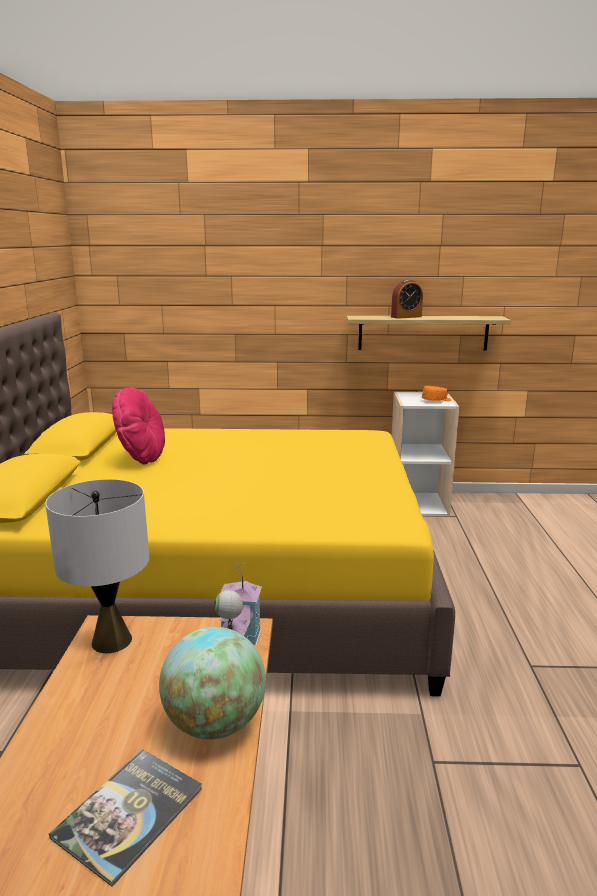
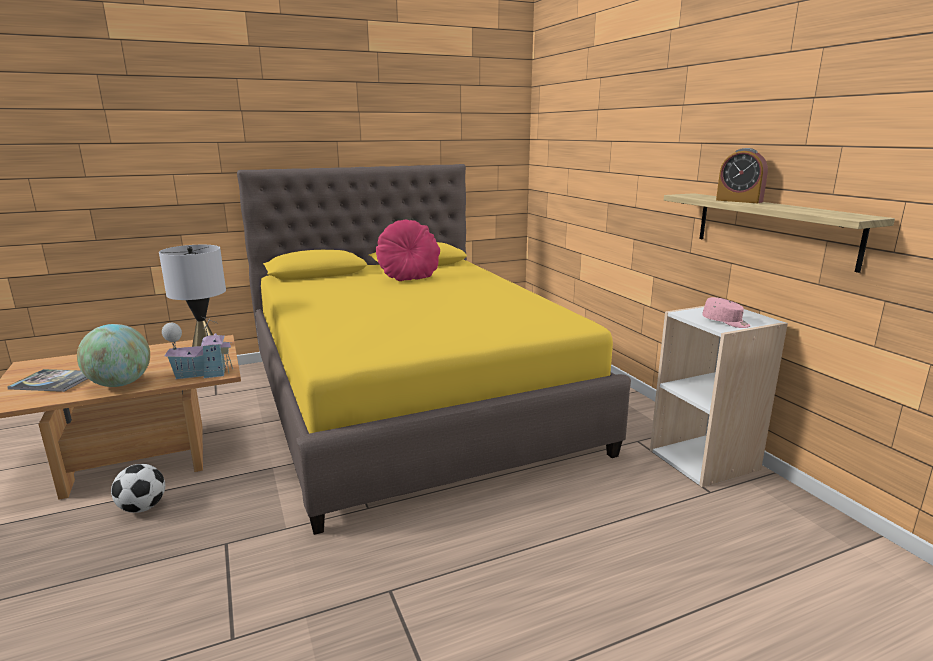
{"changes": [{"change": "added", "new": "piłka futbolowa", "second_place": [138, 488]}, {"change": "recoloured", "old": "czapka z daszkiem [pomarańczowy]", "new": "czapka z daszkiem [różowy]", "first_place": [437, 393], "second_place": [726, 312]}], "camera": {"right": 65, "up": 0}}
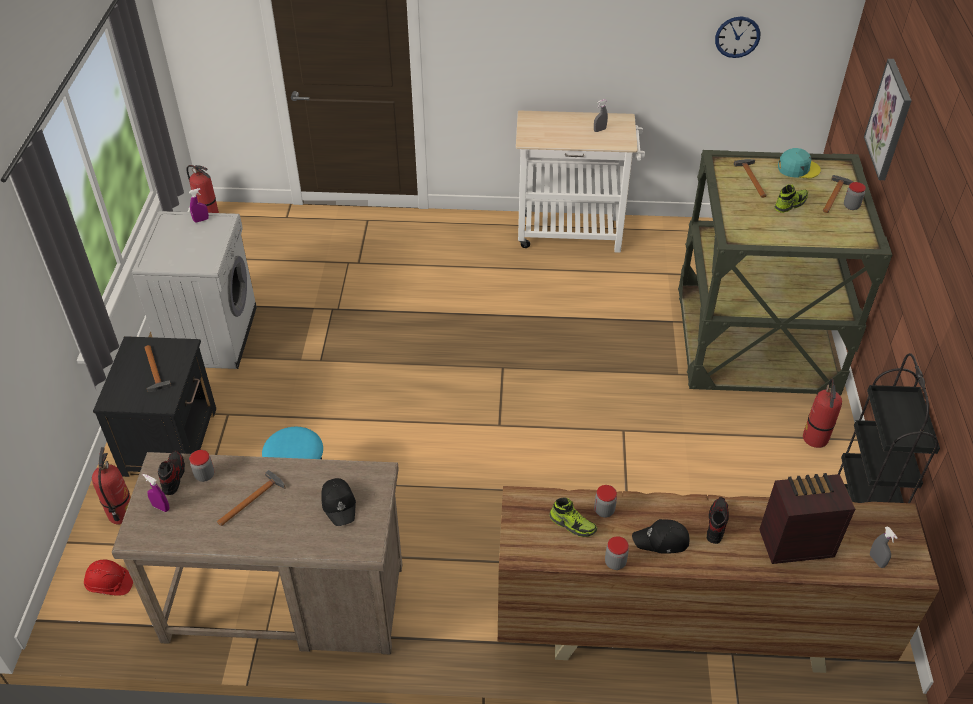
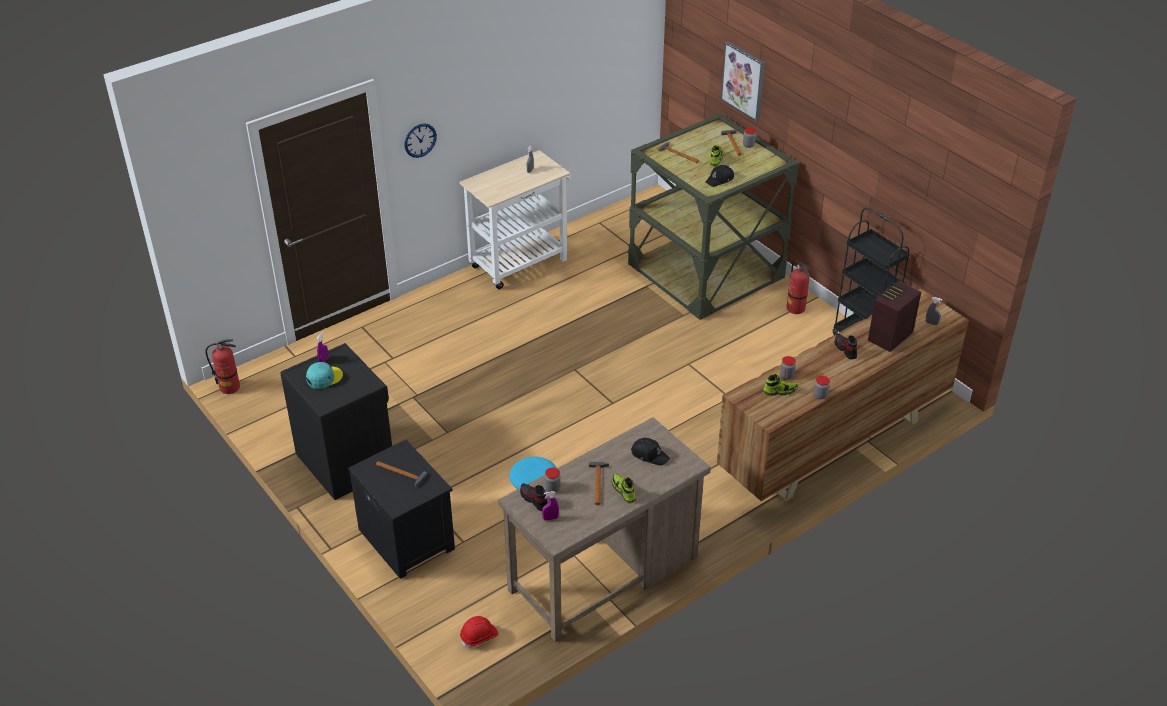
{"changes": [{"change": "recoloured", "old": "pralka [biały]", "new": "pralka [czarny]", "first_place": [194, 290], "second_place": [336, 421]}, {"change": "moved", "old": "czapka z daszkiem [turkusowy]", "first_place": [799, 163], "second_place": [324, 375]}, {"change": "moved", "old": "zegar ścienny", "first_place": [737, 37], "second_place": [420, 140]}, {"change": "added", "new": "but", "second_place": [623, 488]}, {"change": "moved", "old": "czapka z daszkiem [czarny]", "first_place": [661, 536], "second_place": [719, 176]}, {"change": "removed", "old": "gaśnica", "first_place": [111, 485]}], "camera": {"right": -40, "up": -5}}
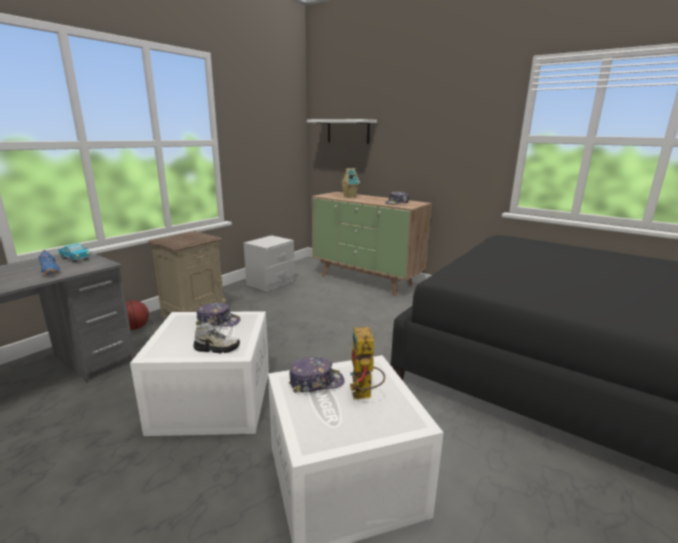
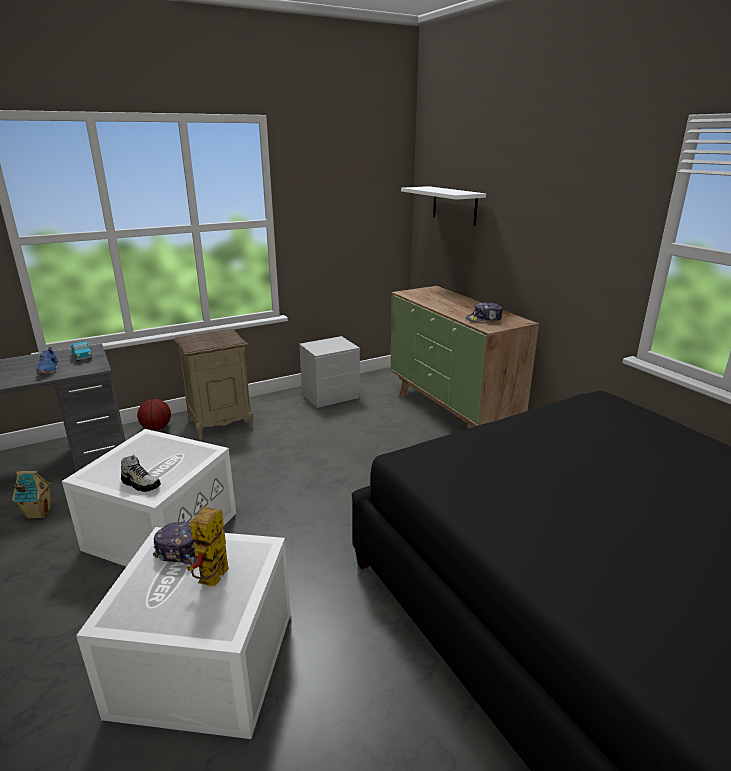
{"changes": [{"change": "moved", "old": "domek", "first_place": [350, 183], "second_place": [32, 495]}, {"change": "removed", "old": "czapka z daszkiem", "first_place": [218, 314]}], "camera": {"right": 25, "up": 5}}
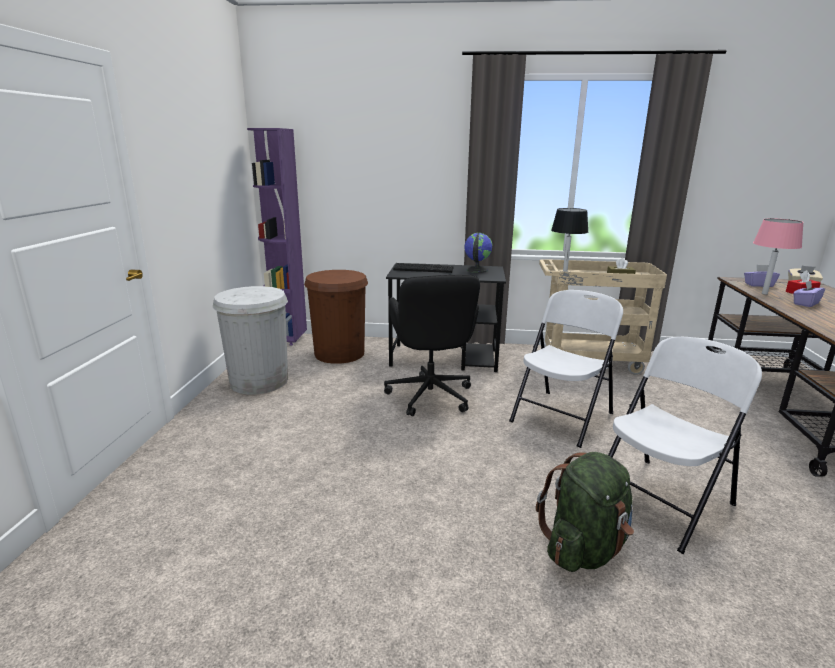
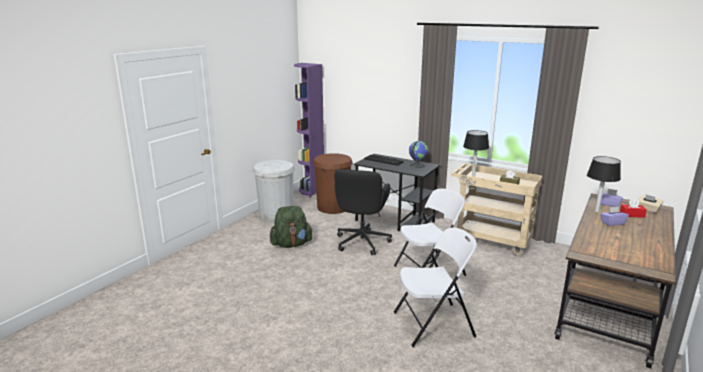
{"changes": [{"change": "moved", "old": "plecak [zielony]", "first_place": [585, 512], "second_place": [291, 227]}, {"change": "recoloured", "old": "lampa stołowa [różowy]", "new": "lampa stołowa [czarny]", "first_place": [778, 256], "second_place": [604, 184]}], "camera": {"right": 25, "up": 0}}
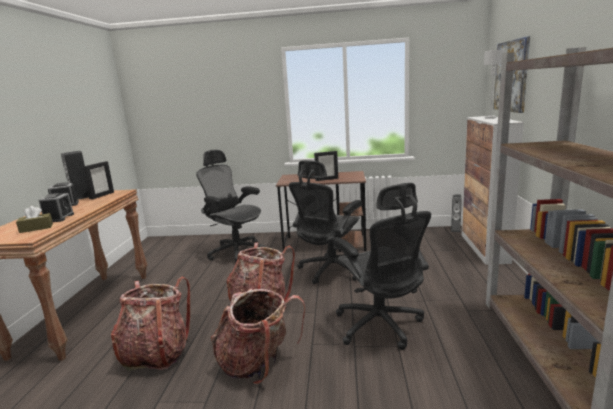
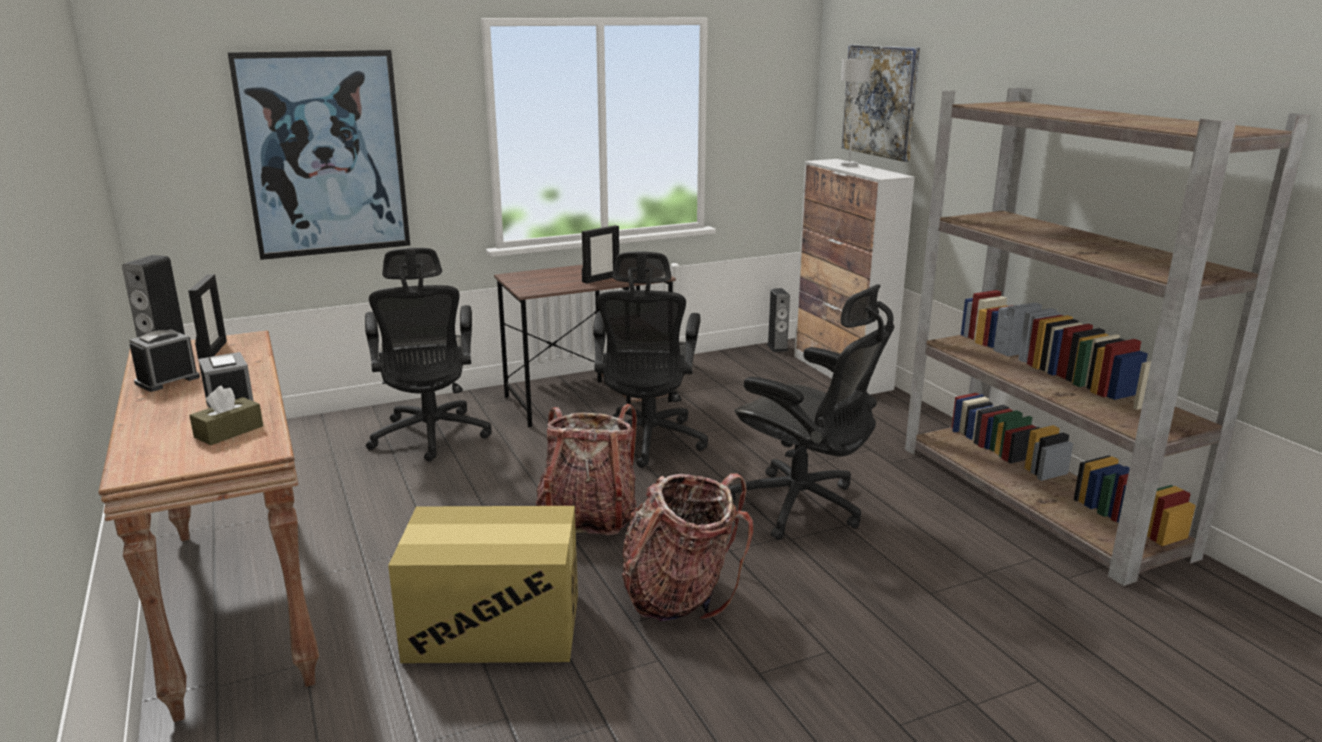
{"changes": [{"change": "added", "new": "obraz", "second_place": [319, 155]}, {"change": "turned", "old": "krzesło biurowe", "first_place": [231, 206], "second_place": [428, 354], "degrees": -120}, {"change": "replaced", "old": "plecak", "new": "karton", "first_place": [150, 324], "second_place": [483, 584]}], "camera": {"right": -30, "up": 5}}
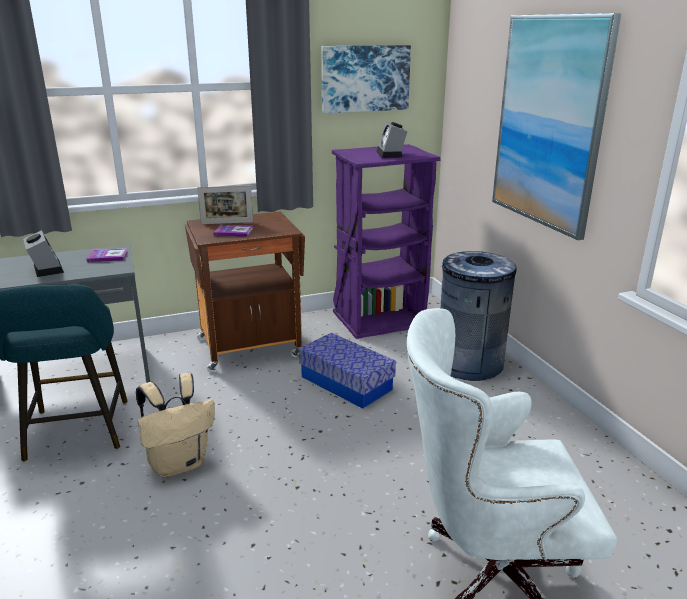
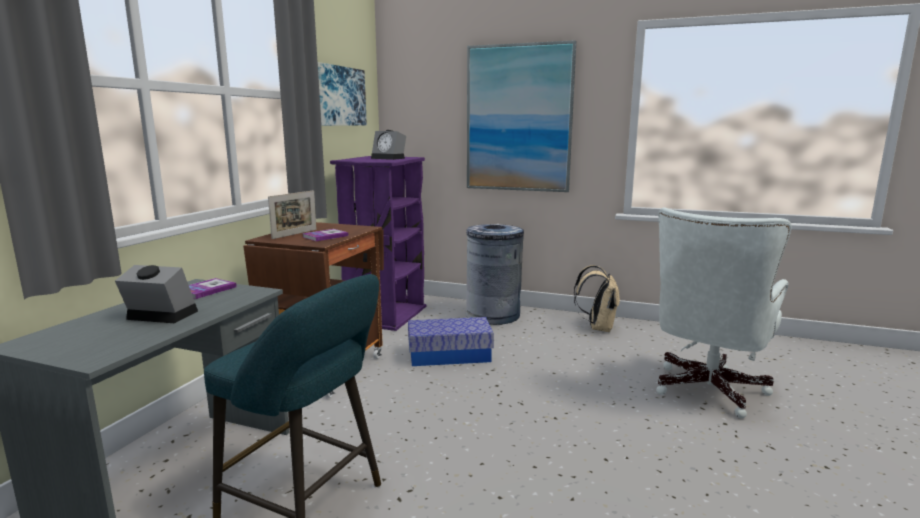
{"changes": [{"change": "moved", "old": "plecak [beżowy]", "first_place": [175, 425], "second_place": [597, 298]}], "camera": {"right": -50, "up": -10}}
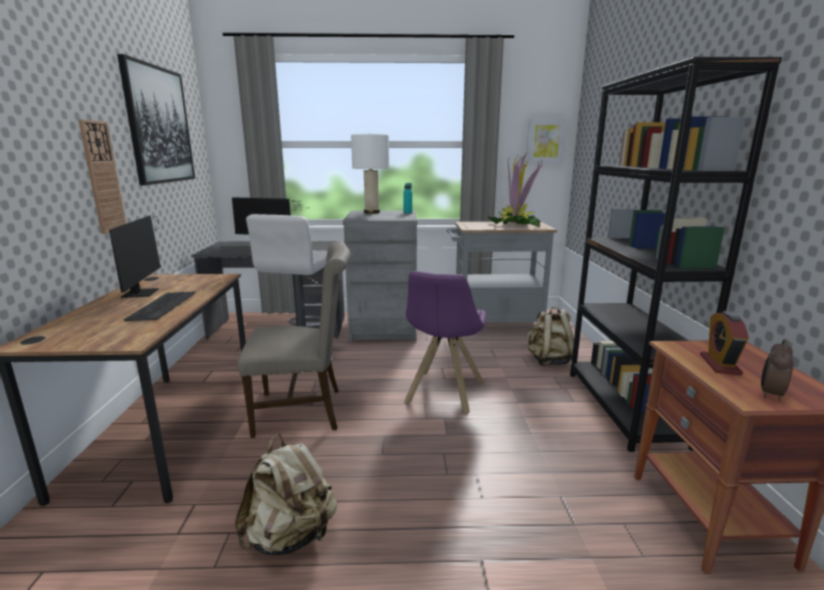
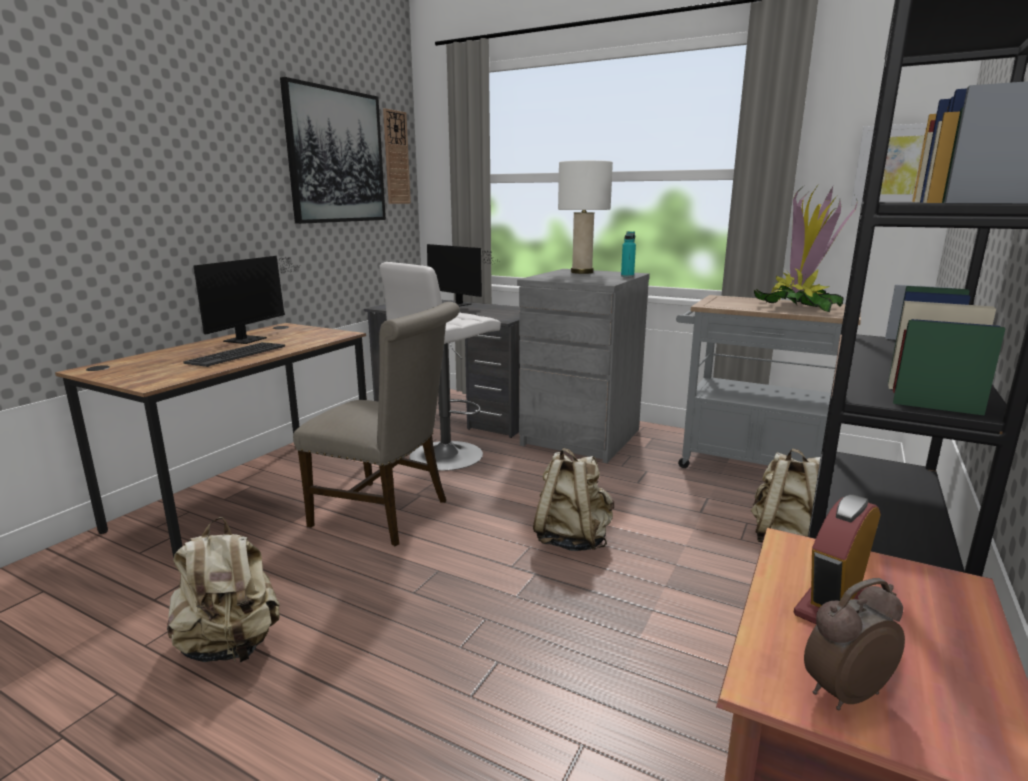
{"changes": [{"change": "moved", "old": "zegar ścienny", "first_place": [102, 176], "second_place": [397, 156]}, {"change": "replaced", "old": "krzesło [fioletowy]", "new": "plecak [beżowy]", "first_place": [445, 342], "second_place": [573, 499]}], "camera": {"right": 30, "up": 0}}
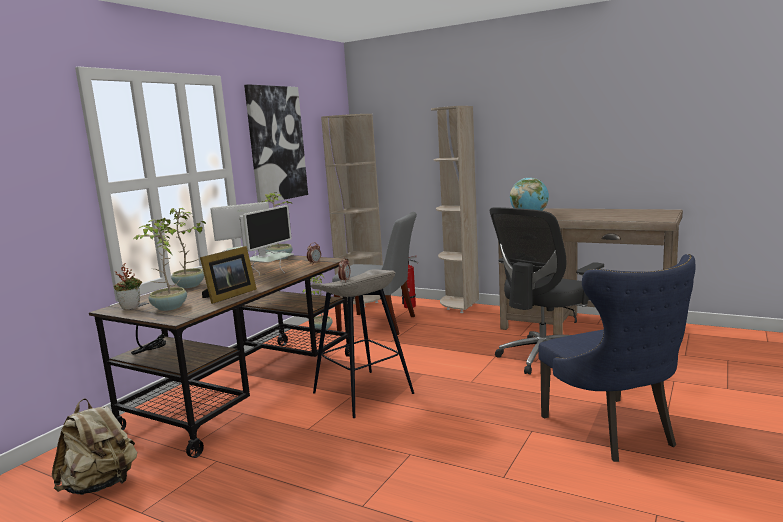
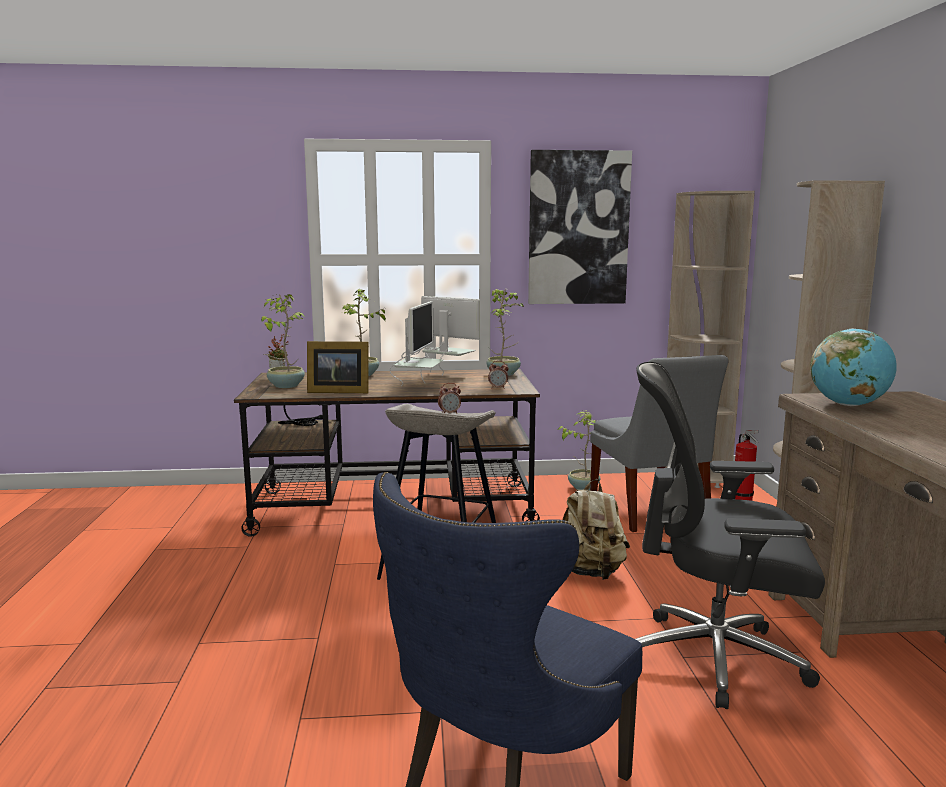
{"changes": [{"change": "turned", "old": "monitor", "first_place": [268, 240], "second_place": [416, 343], "degrees": -75}, {"change": "moved", "old": "plecak [beżowy]", "first_place": [94, 446], "second_place": [596, 529]}], "camera": {"right": 55, "up": 0}}
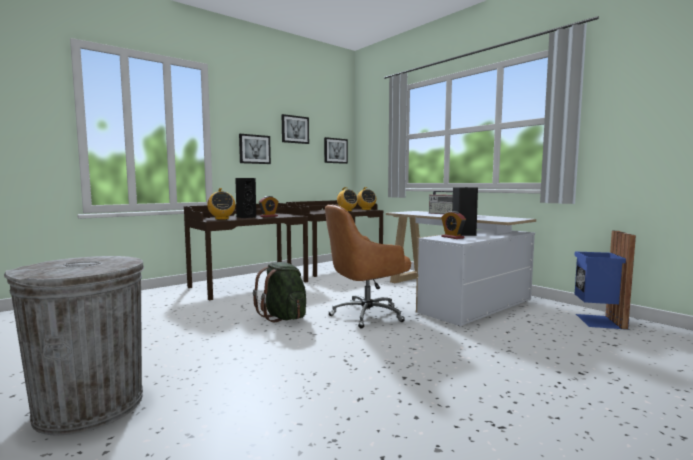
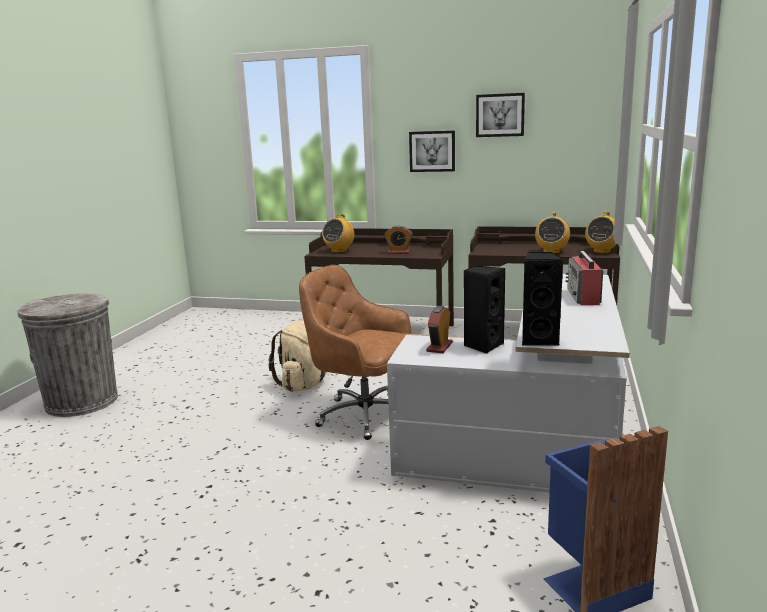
{"changes": [{"change": "recoloured", "old": "plecak [zielony]", "new": "plecak [beżowy]", "first_place": [279, 292], "second_place": [298, 356]}, {"change": "moved", "old": "głośnik [czarny]", "first_place": [245, 198], "second_place": [542, 299]}, {"change": "removed", "old": "obraz", "first_place": [336, 150]}], "camera": {"right": 55, "up": 10}}
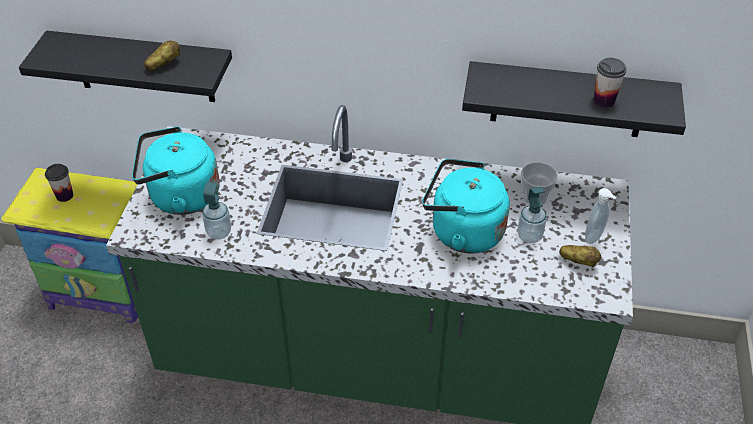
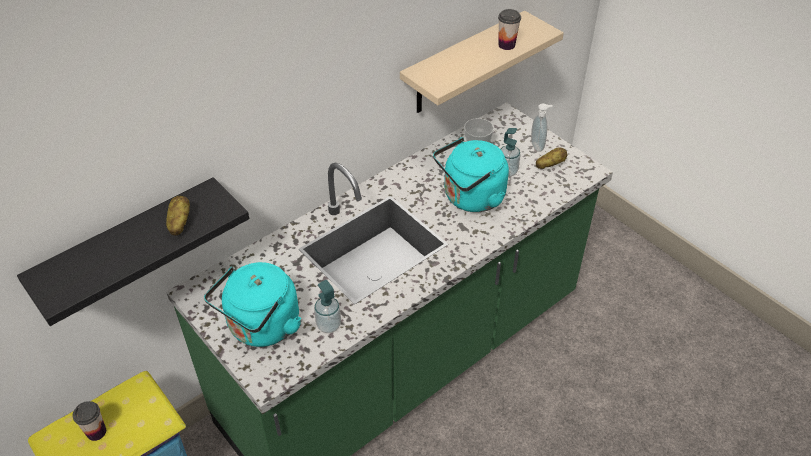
{"changes": [{"change": "recoloured", "old": "półka [czarny]", "new": "półka [beżowy]", "first_place": [574, 99], "second_place": [482, 62]}], "camera": {"right": -50, "up": 0}}
